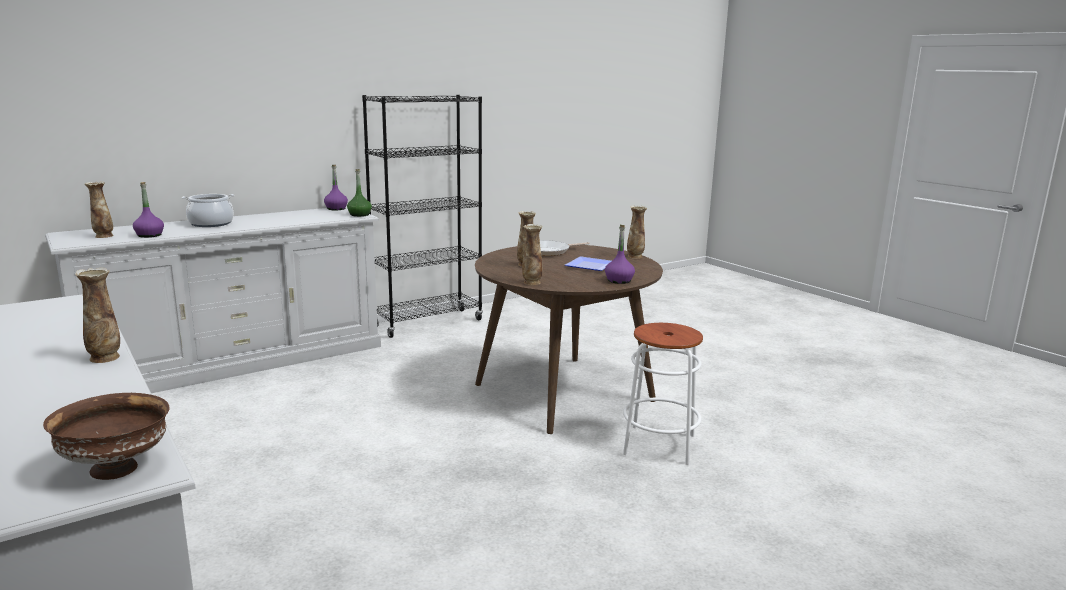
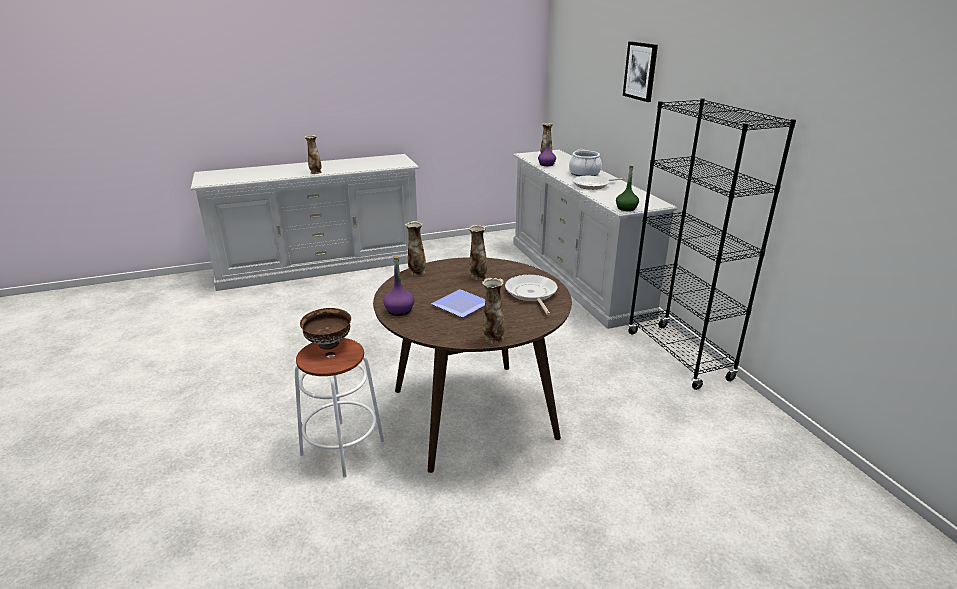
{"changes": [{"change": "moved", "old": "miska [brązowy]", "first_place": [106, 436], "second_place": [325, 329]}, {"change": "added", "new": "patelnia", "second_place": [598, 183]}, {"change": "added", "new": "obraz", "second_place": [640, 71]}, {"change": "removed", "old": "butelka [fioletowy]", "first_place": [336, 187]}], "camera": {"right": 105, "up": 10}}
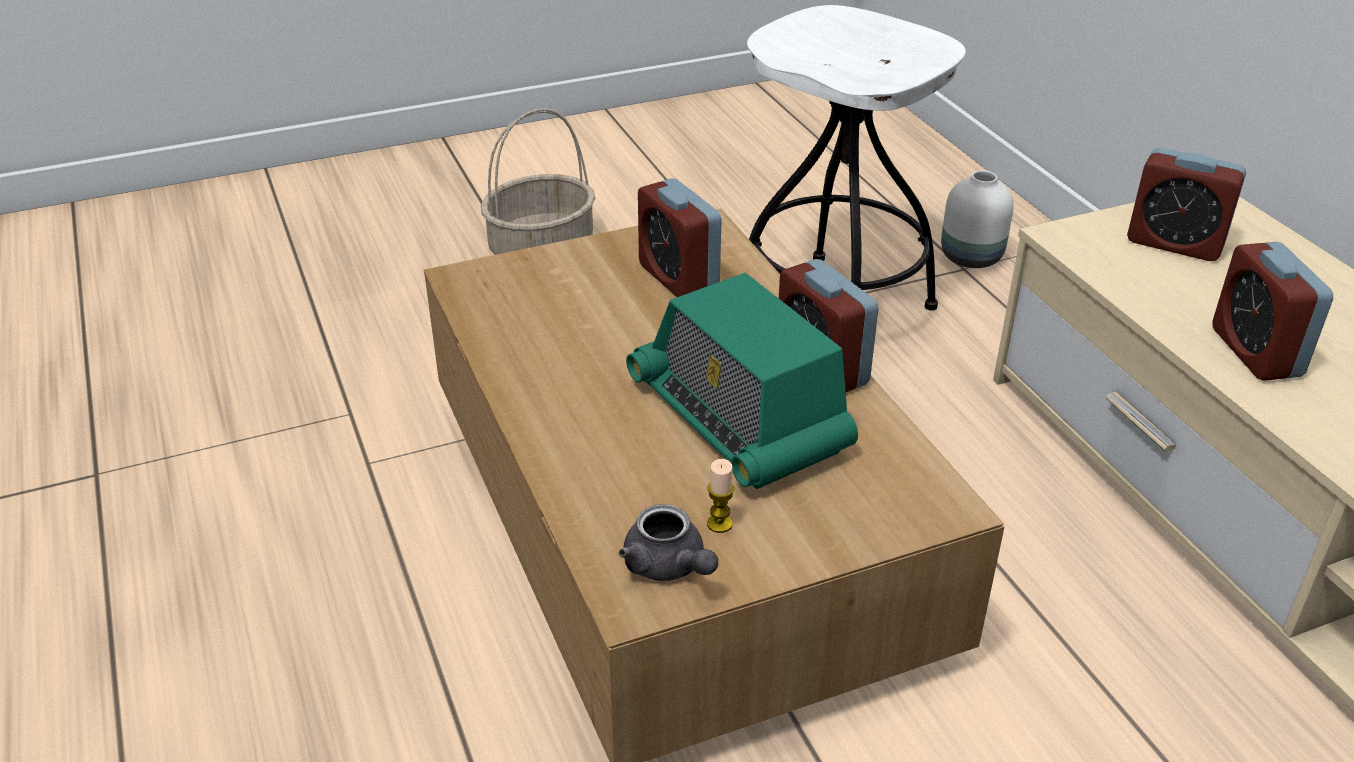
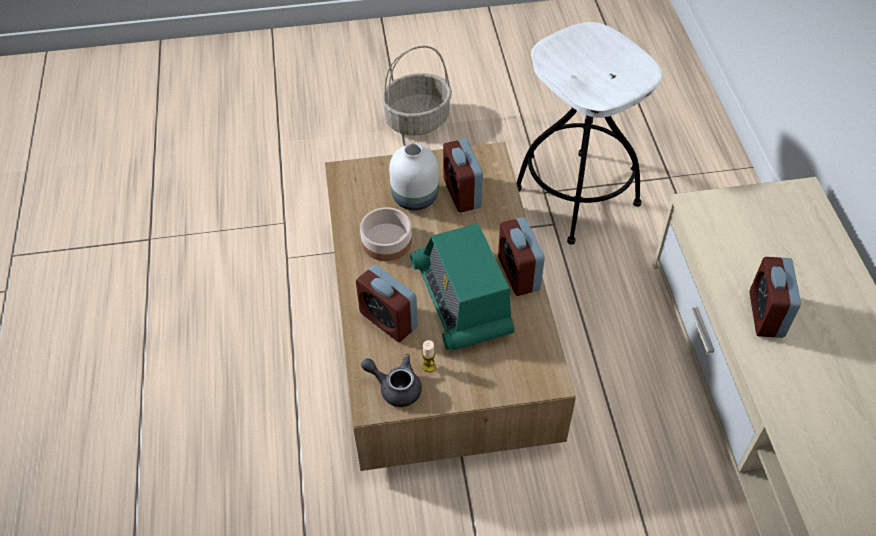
{"changes": [{"change": "moved", "old": "budzik", "first_place": [1186, 204], "second_place": [387, 303]}, {"change": "added", "new": "miska", "second_place": [386, 234]}, {"change": "turned", "old": "imbryk [szary]", "first_place": [668, 542], "second_place": [391, 380], "degrees": 135}, {"change": "moved", "old": "wazon [biały]", "first_place": [977, 219], "second_place": [414, 176]}], "camera": {"right": 15, "up": 15}}
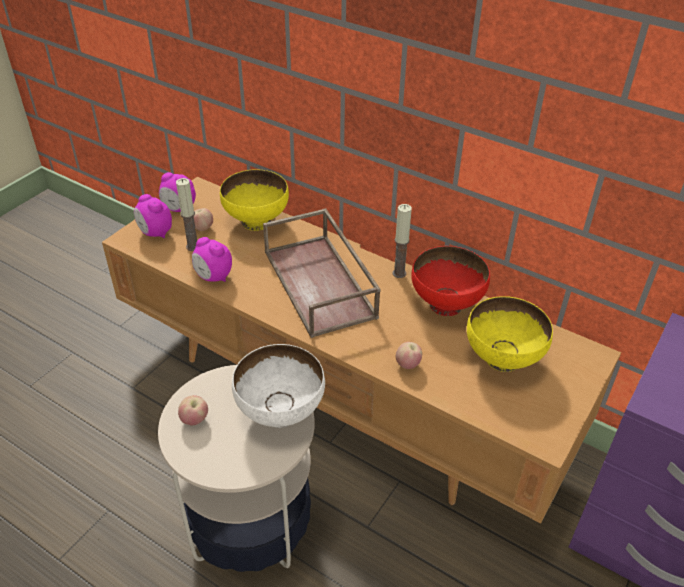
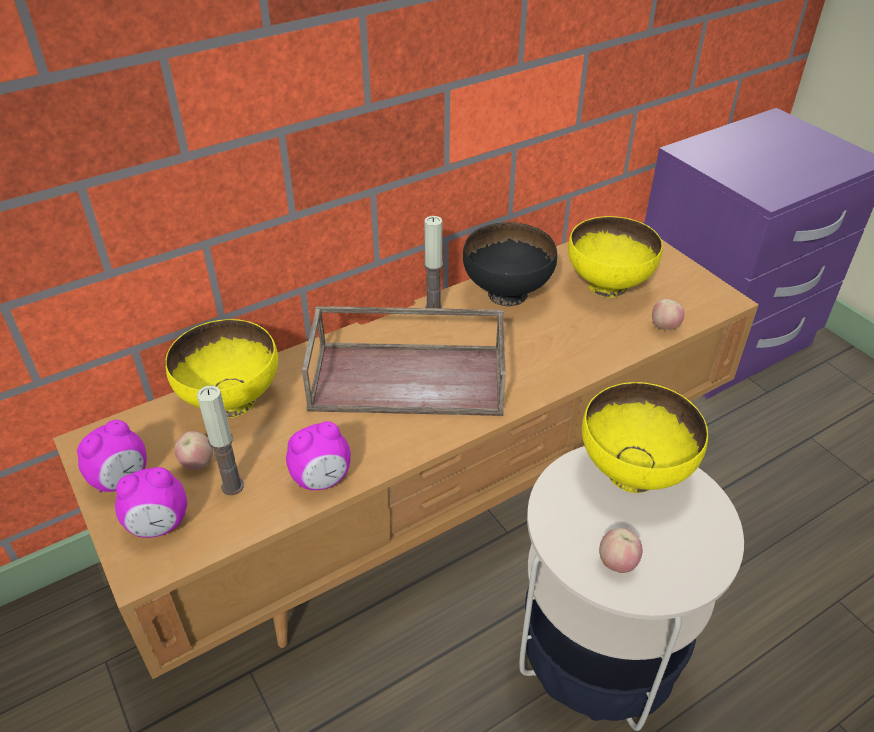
{"changes": [{"change": "recoloured", "old": "miska [czerwony]", "new": "miska [czarny]", "first_place": [450, 281], "second_place": [510, 264]}, {"change": "recoloured", "old": "miska [biały]", "new": "miska [żółty]", "first_place": [278, 386], "second_place": [645, 437]}, {"change": "moved", "old": "jabłko", "first_place": [409, 355], "second_place": [668, 314]}], "camera": {"right": -65, "up": 0}}
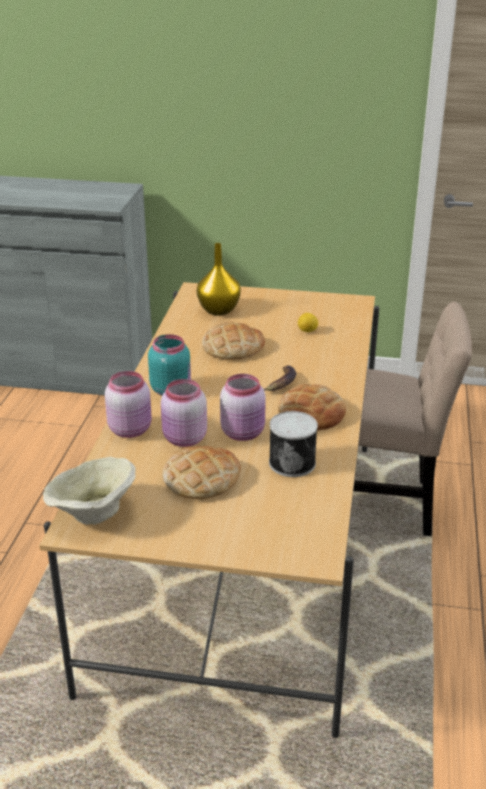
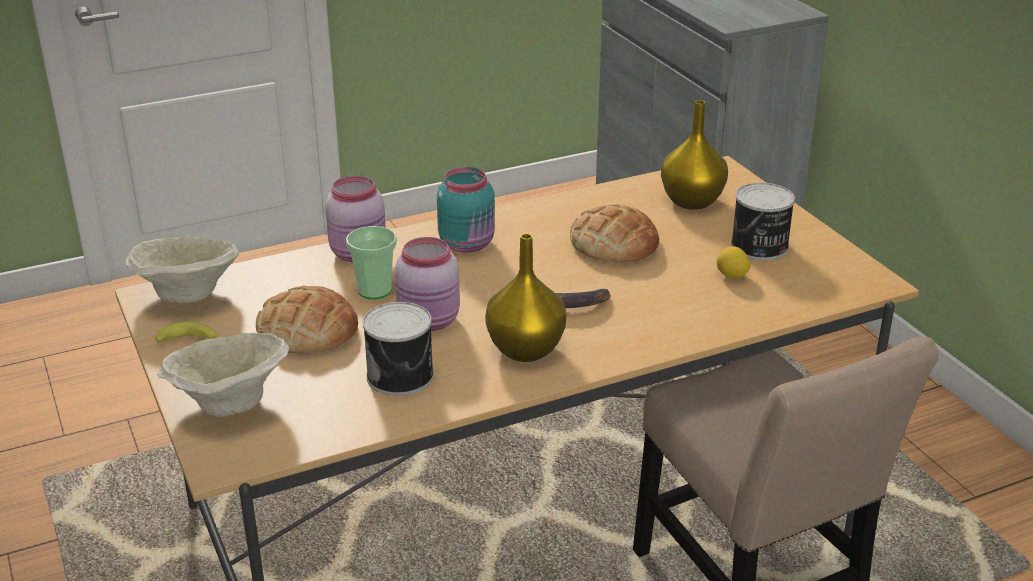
{"changes": [{"change": "added", "new": "banan", "second_place": [188, 332]}, {"change": "added", "new": "miska [beżowy]", "second_place": [223, 375]}, {"change": "replaced", "old": "słoik [różowy]", "new": "filiżanka", "first_place": [184, 413], "second_place": [371, 262]}, {"change": "replaced", "old": "chleb", "new": "wazon [żółty]", "first_place": [312, 407], "second_place": [525, 298]}, {"change": "added", "new": "puszka", "second_place": [763, 222]}], "camera": {"right": 55, "up": 0}}
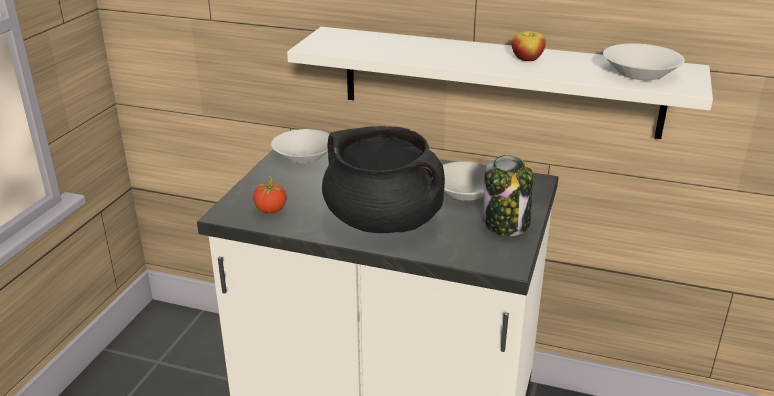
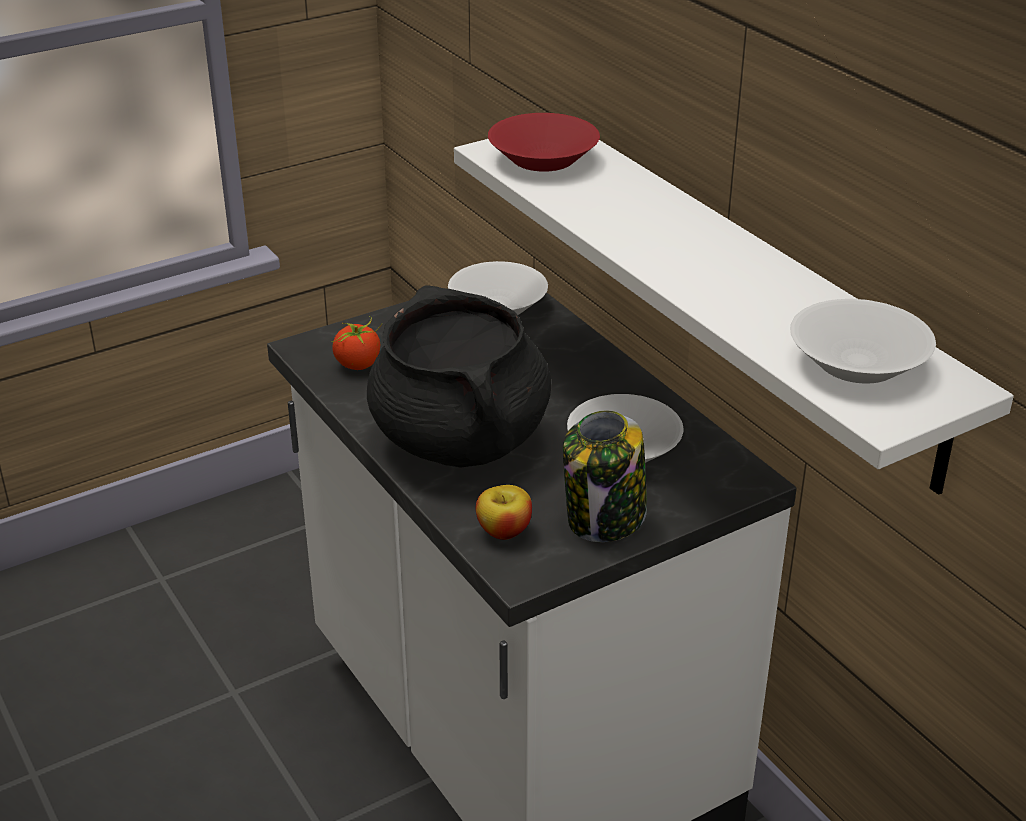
{"changes": [{"change": "moved", "old": "jabłko", "first_place": [529, 46], "second_place": [504, 512]}, {"change": "added", "new": "miska [czerwony]", "second_place": [544, 142]}], "camera": {"right": 40, "up": 5}}
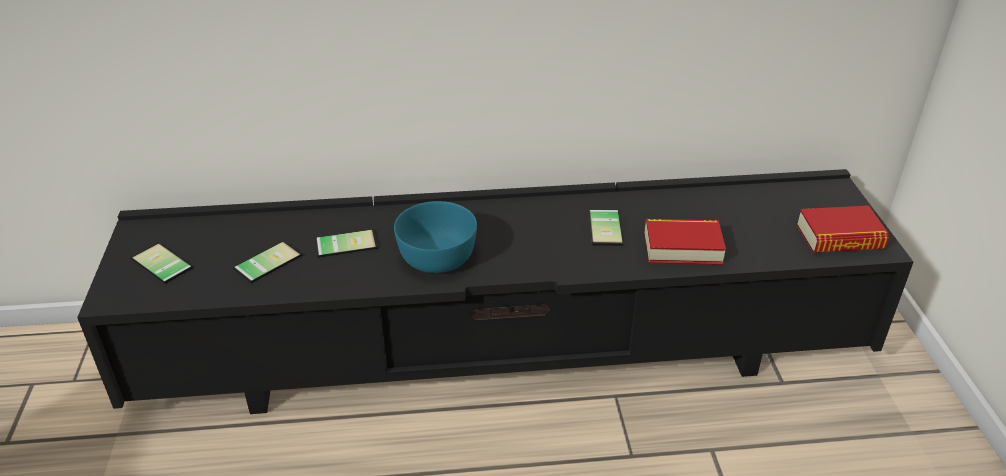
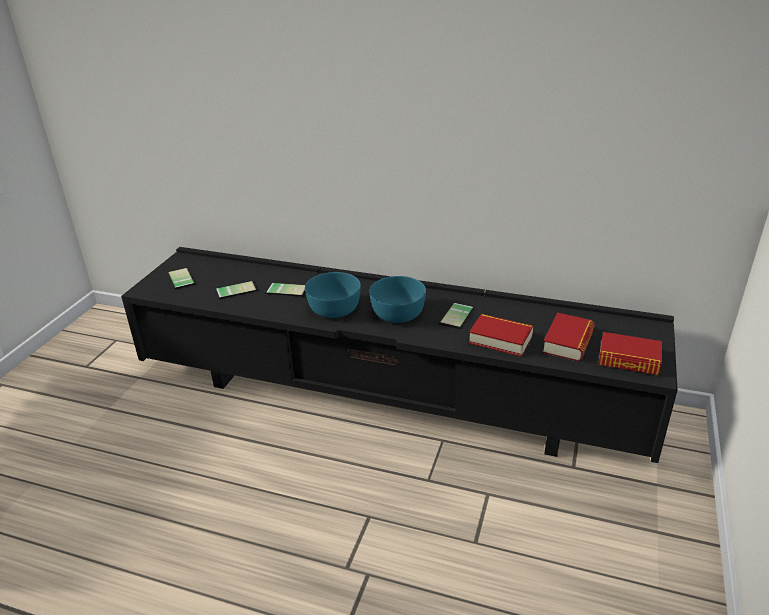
{"changes": [{"change": "added", "new": "miska [turkusowy]", "second_place": [397, 299]}, {"change": "added", "new": "książka", "second_place": [568, 337]}], "camera": {"right": 25, "up": -5}}
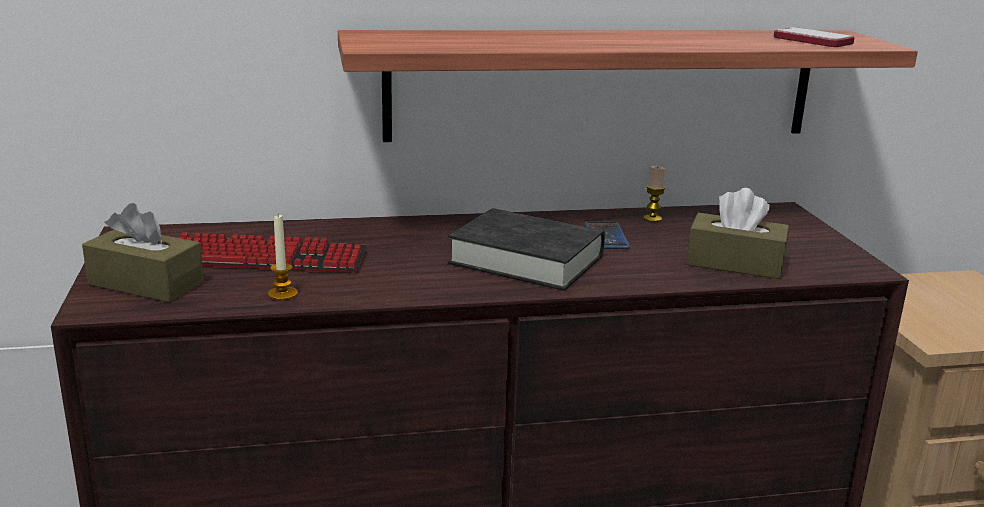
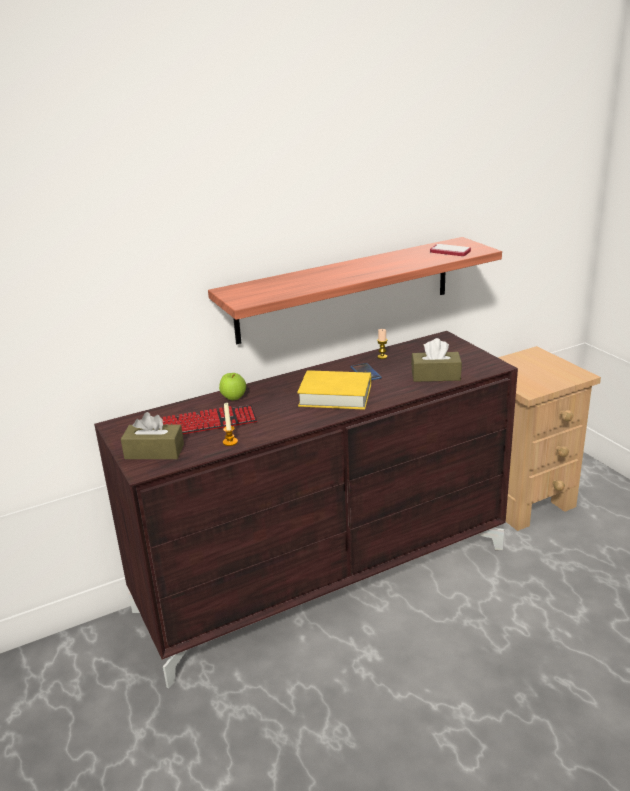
{"changes": [{"change": "added", "new": "jabłko", "second_place": [232, 386]}, {"change": "recoloured", "old": "książka [czarny]", "new": "książka [żółty]", "first_place": [526, 249], "second_place": [334, 390]}], "camera": {"right": -15, "up": 5}}
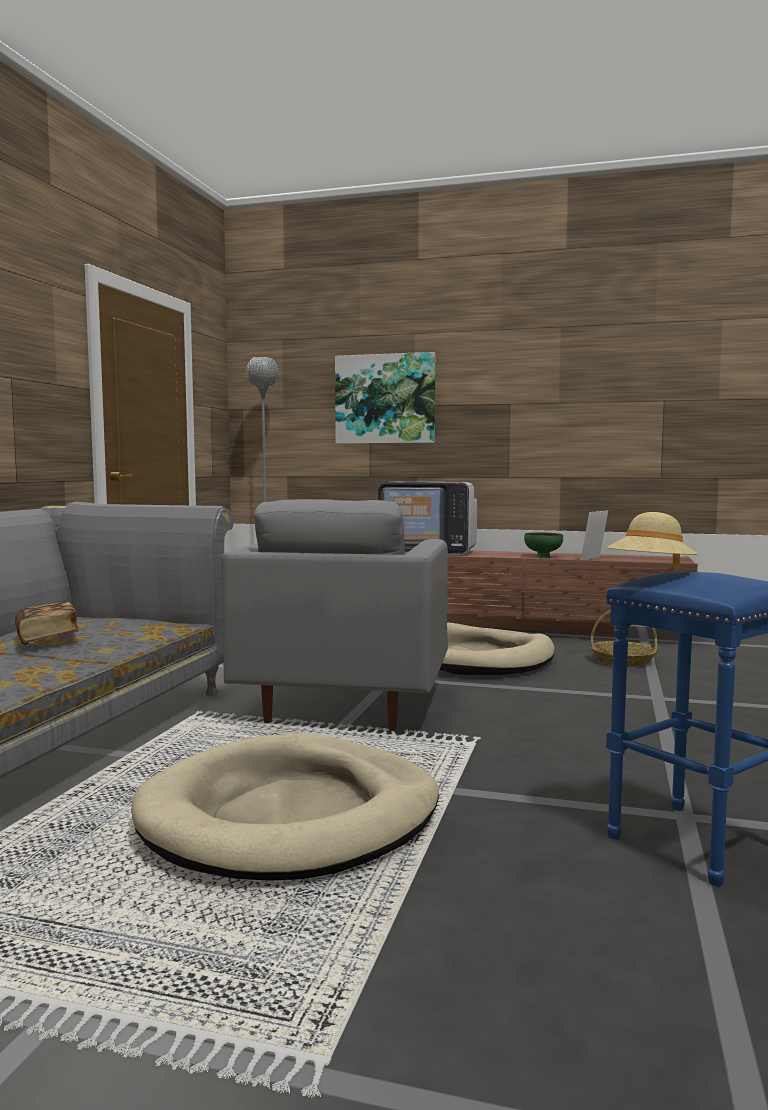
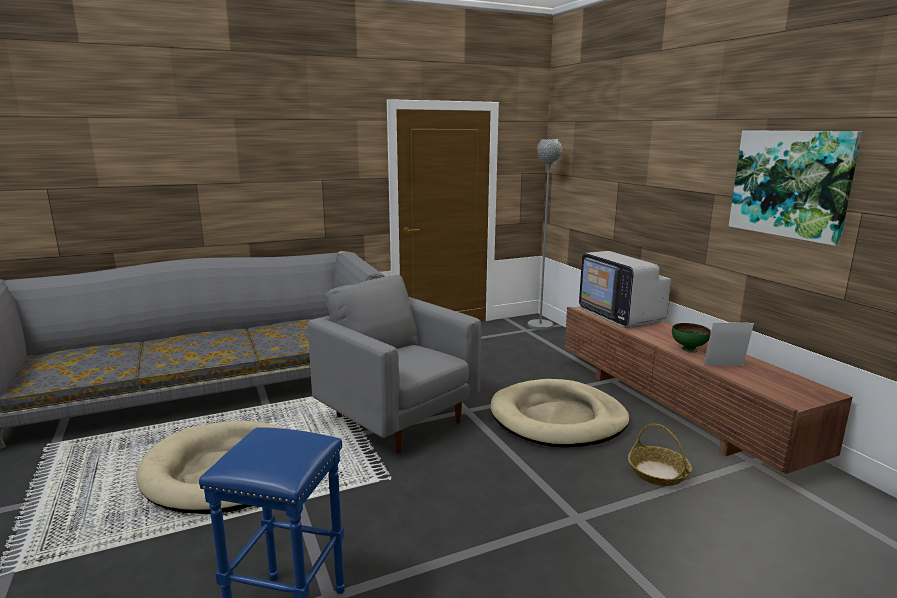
{"changes": [{"change": "turned", "old": "fotel [szary]", "first_place": [335, 615], "second_place": [394, 364], "degrees": 75}, {"change": "moved", "old": "obraz", "first_place": [385, 398], "second_place": [795, 188]}, {"change": "removed", "old": "książka", "first_place": [47, 623]}, {"change": "removed", "old": "kapelusz [beżowy]", "first_place": [652, 540]}], "camera": {"right": 50, "up": 10}}
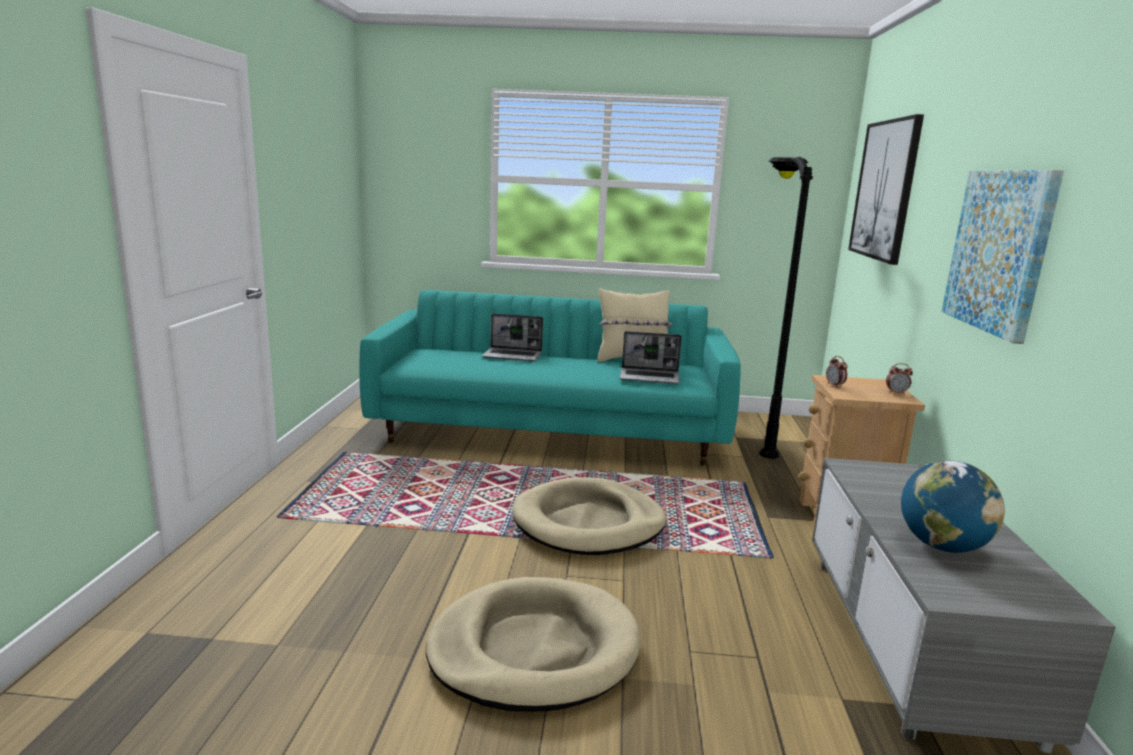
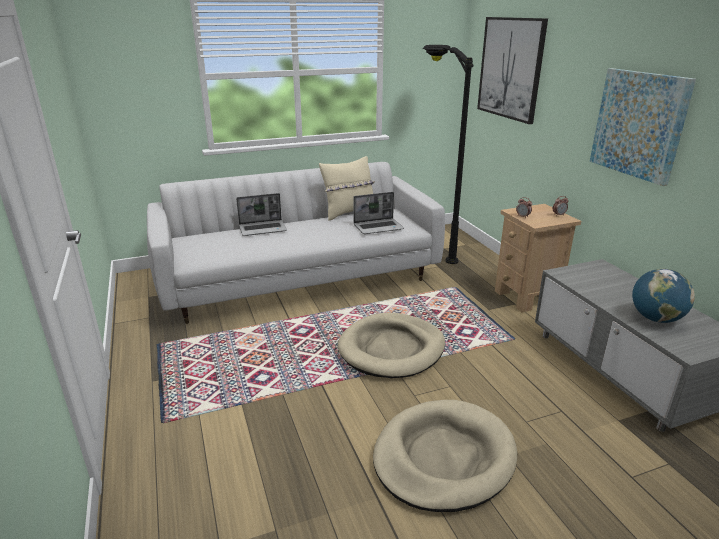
{"changes": [{"change": "recoloured", "old": "kanapa [turkusowy]", "new": "kanapa [biały]", "first_place": [550, 378], "second_place": [296, 243]}], "camera": {"right": -25, "up": 10}}
